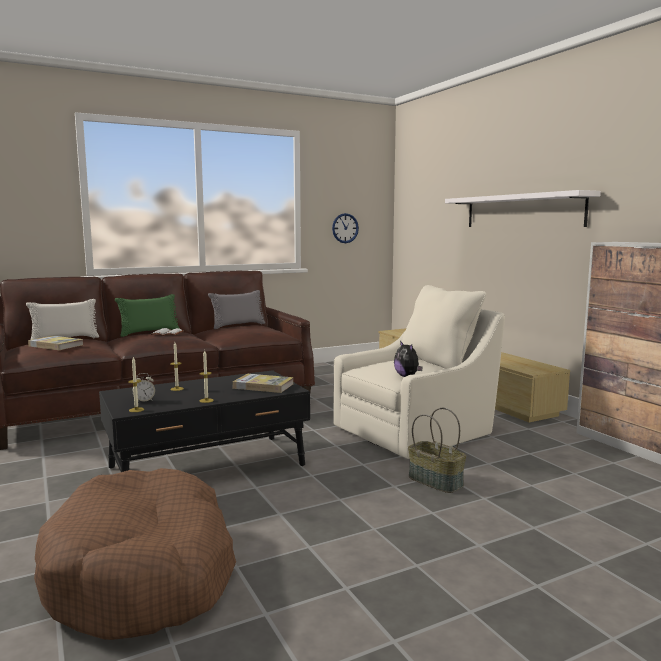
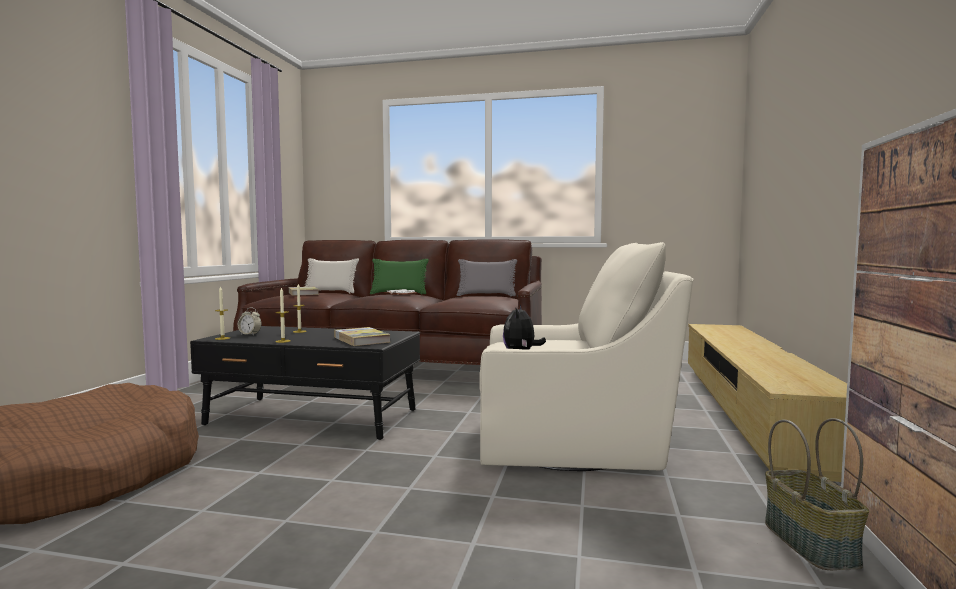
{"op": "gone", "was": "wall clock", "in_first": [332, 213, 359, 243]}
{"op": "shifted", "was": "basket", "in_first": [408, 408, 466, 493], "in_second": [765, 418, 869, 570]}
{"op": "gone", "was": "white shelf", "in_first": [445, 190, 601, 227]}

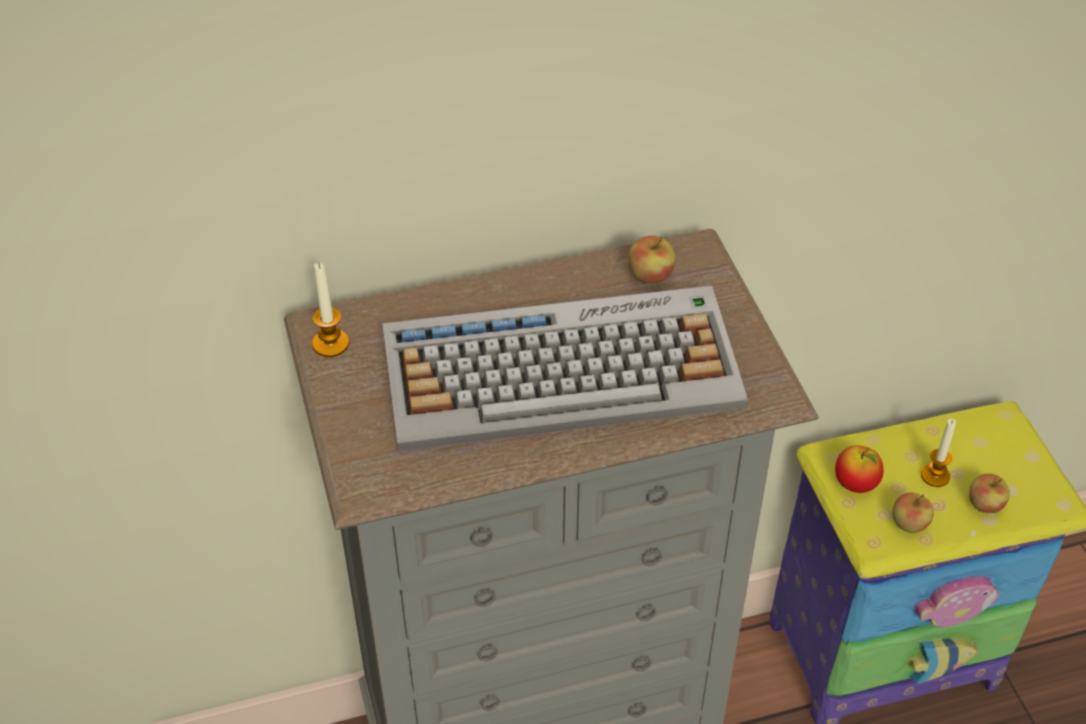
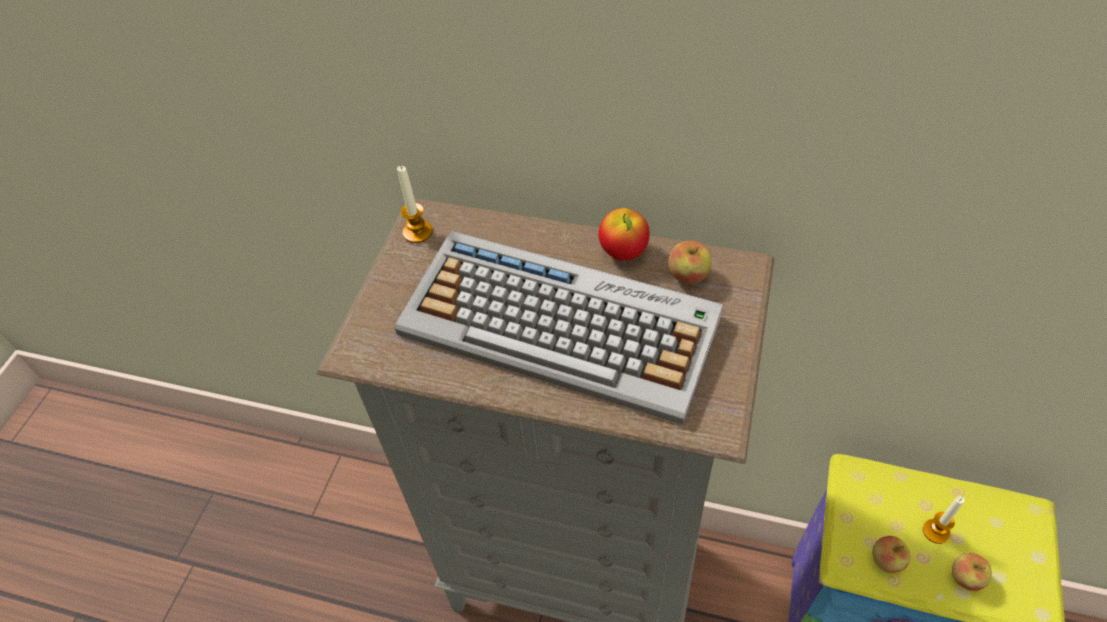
{"op": "shifted", "was": "apple", "in_first": [835, 445, 883, 493], "in_second": [598, 208, 650, 261]}

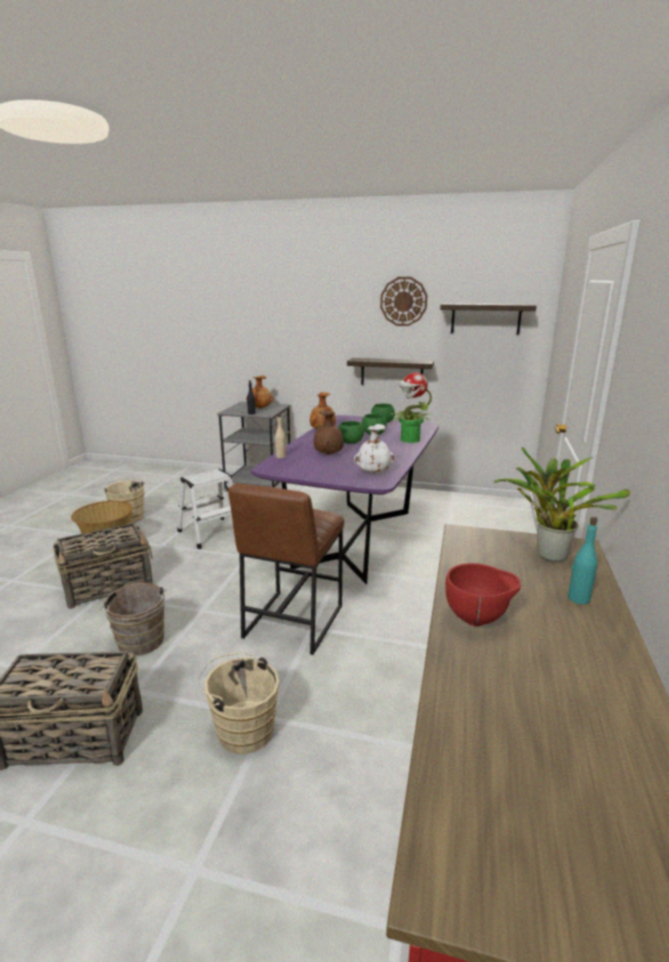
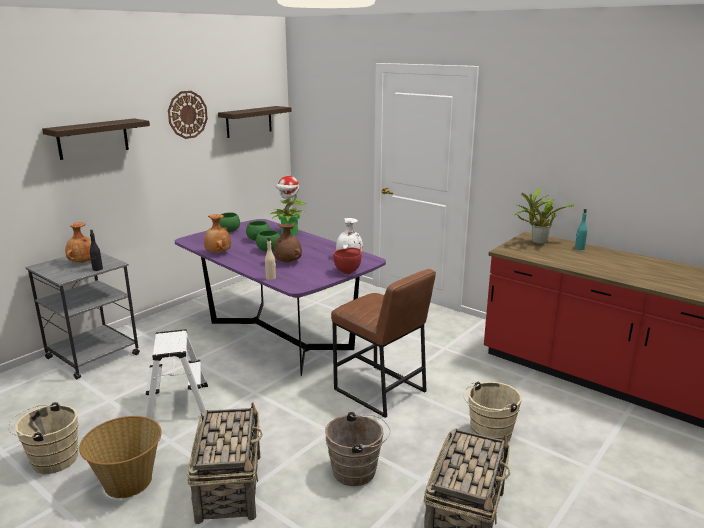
{"op": "shifted", "was": "shelf", "in_first": [347, 358, 434, 385], "in_second": [42, 118, 150, 160]}
{"op": "shifted", "was": "red bowl", "in_first": [445, 563, 521, 626], "in_second": [333, 247, 361, 274]}

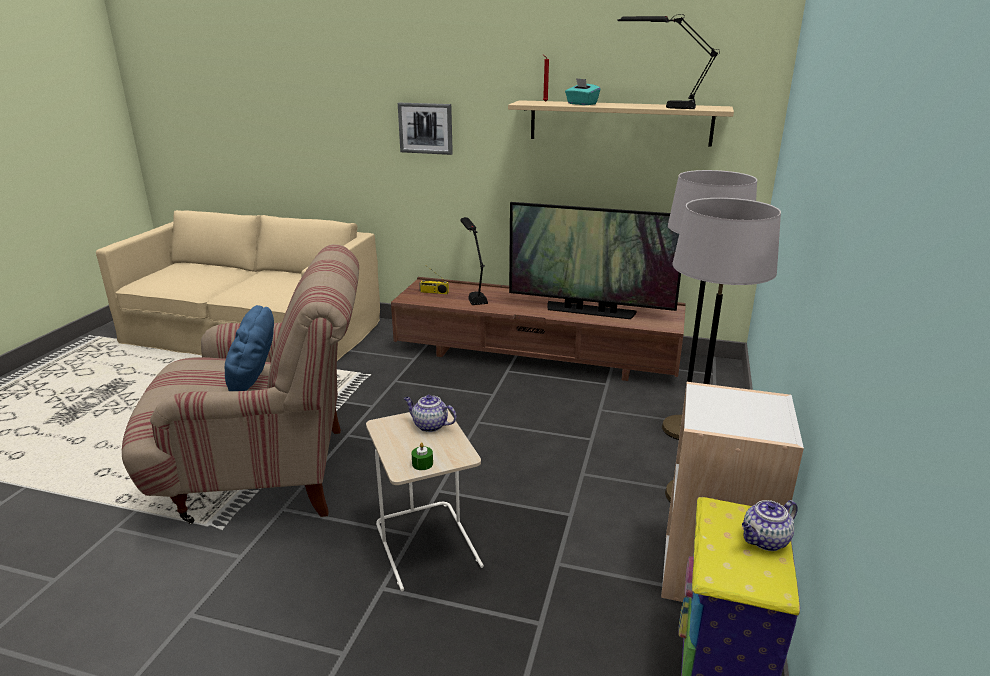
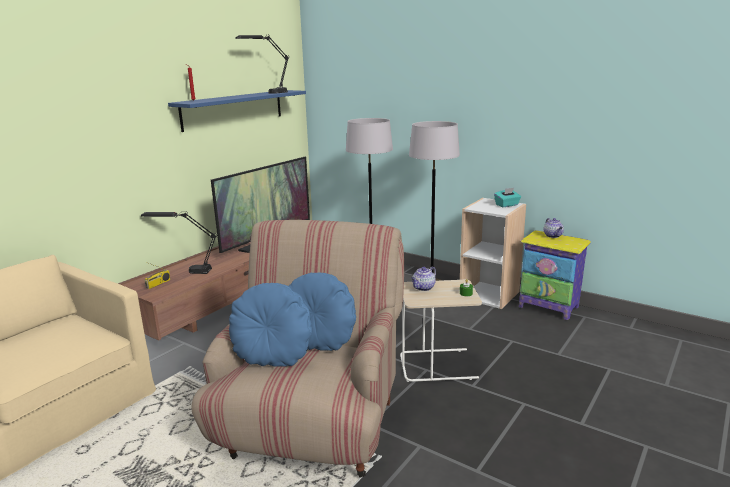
{"op": "gone", "was": "picture", "in_first": [398, 103, 453, 155]}
{"op": "repainted", "was": "beige shelf", "now": "blue shelf", "in_first": [508, 100, 734, 147], "in_second": [168, 90, 306, 132]}
{"op": "shifted", "was": "turquoise tissue box", "in_first": [565, 78, 601, 105], "in_second": [494, 188, 521, 207]}
{"op": "new", "now": "blue pillow", "in_second": [229, 283, 312, 367]}

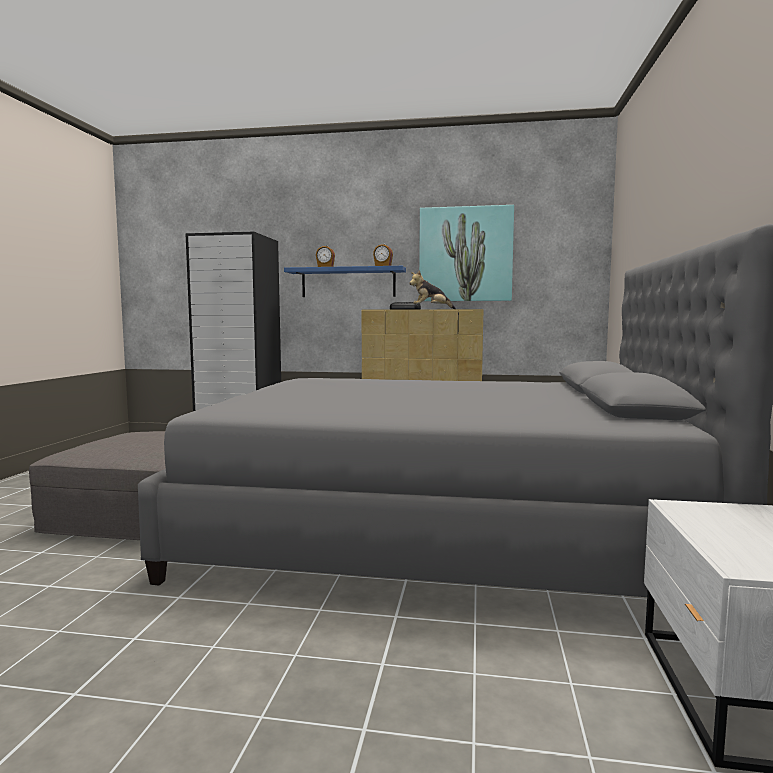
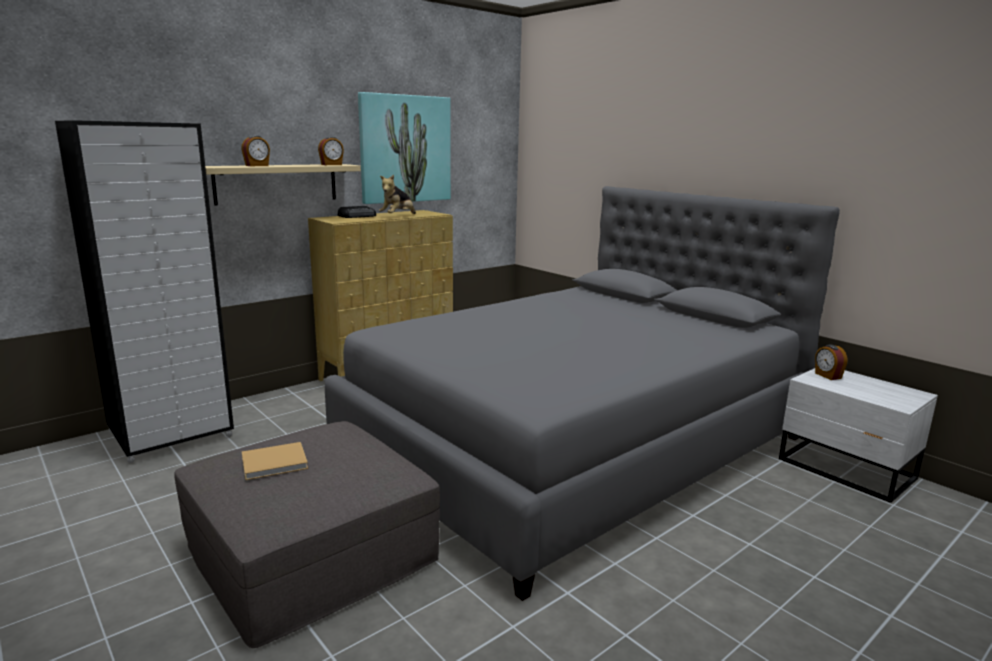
{"op": "repainted", "was": "blue shelf", "now": "beige shelf", "in_first": [284, 266, 406, 297], "in_second": [205, 164, 361, 205]}
{"op": "new", "now": "beige book", "in_second": [242, 442, 308, 480]}
{"op": "new", "now": "alarm clock", "in_second": [815, 345, 847, 380]}

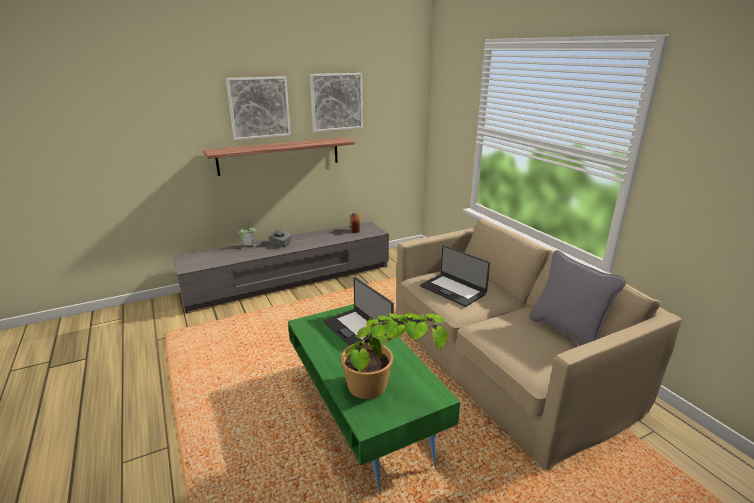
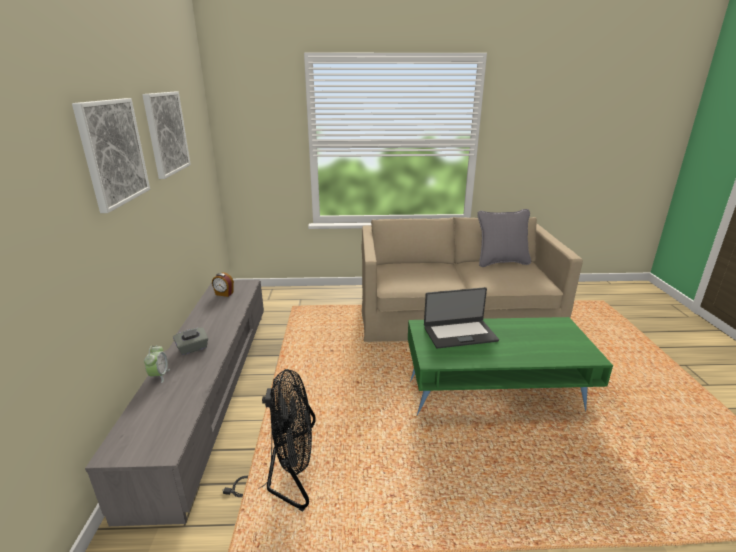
{"op": "gone", "was": "shelf", "in_first": [203, 137, 355, 176]}
{"op": "gone", "was": "potted plant", "in_first": [341, 313, 448, 399]}
{"op": "gone", "was": "laptop", "in_first": [420, 245, 490, 307]}
{"op": "new", "now": "black fan", "in_second": [223, 369, 316, 511]}

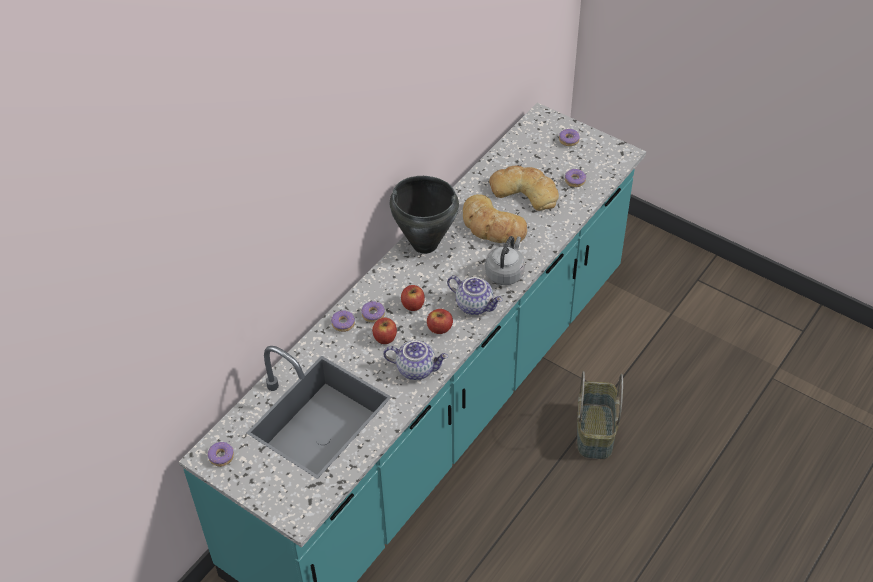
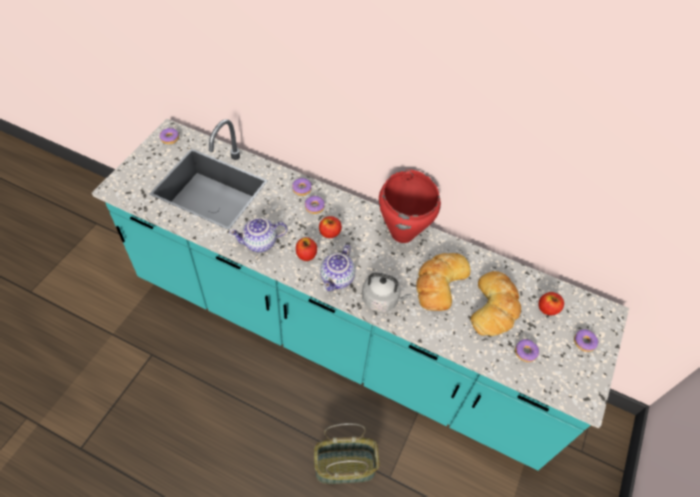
{"op": "shifted", "was": "apple", "in_first": [372, 318, 397, 344], "in_second": [538, 292, 564, 315]}
{"op": "rotated", "was": "teapot", "in_first": [383, 341, 448, 380], "in_second": [229, 218, 287, 252], "clockwise": 75}
{"op": "repainted", "was": "black cooking pot", "now": "red cooking pot", "in_first": [390, 176, 459, 254], "in_second": [379, 170, 441, 243]}

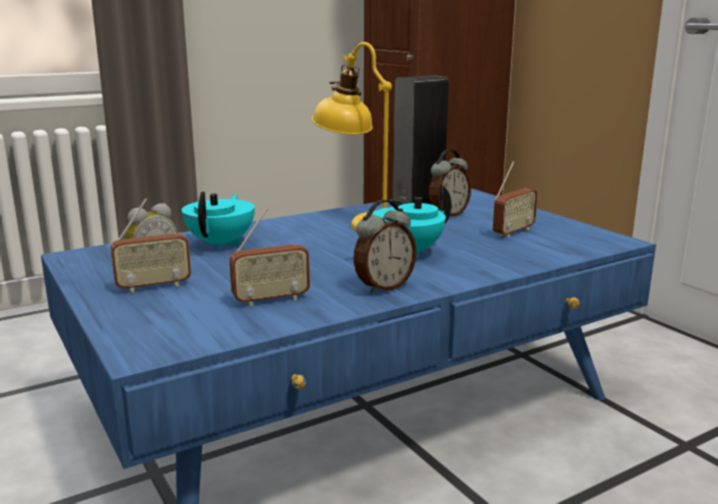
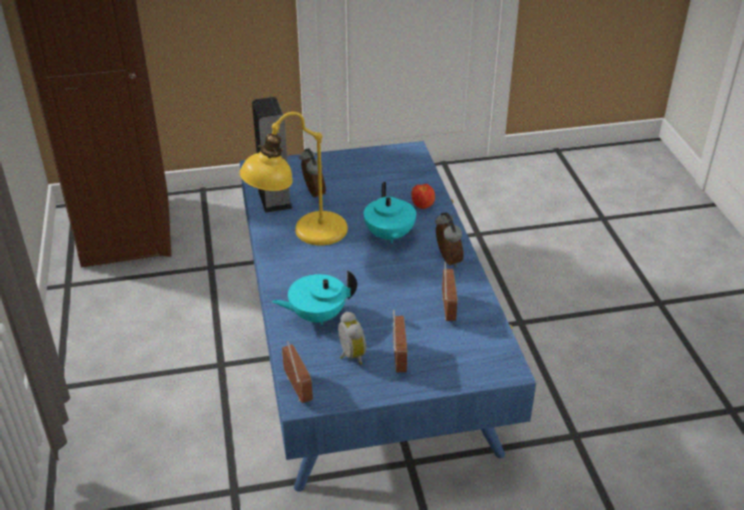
{"op": "rotated", "was": "turquoise teapot", "in_first": [182, 192, 255, 249], "in_second": [272, 271, 357, 325], "clockwise": -45}
{"op": "shifted", "was": "radio", "in_first": [493, 161, 538, 238], "in_second": [282, 341, 313, 403]}
{"op": "new", "now": "apple", "in_second": [411, 184, 435, 209]}

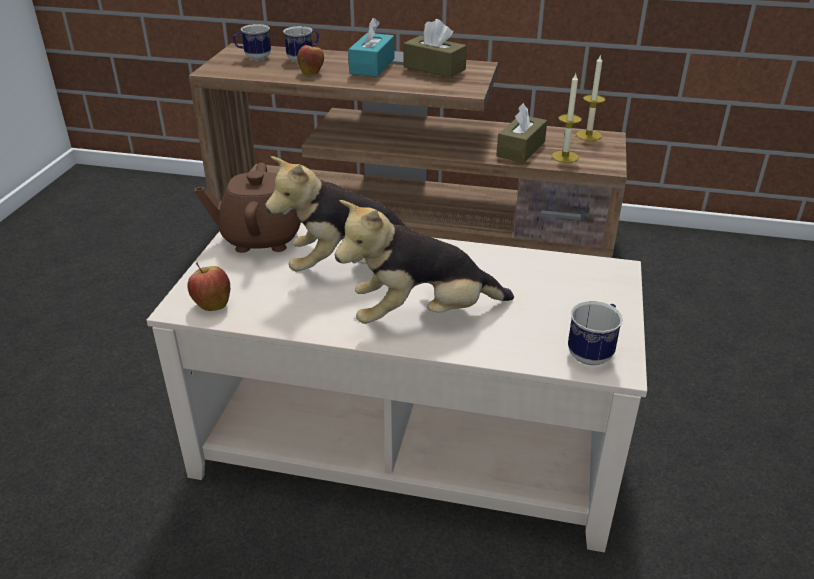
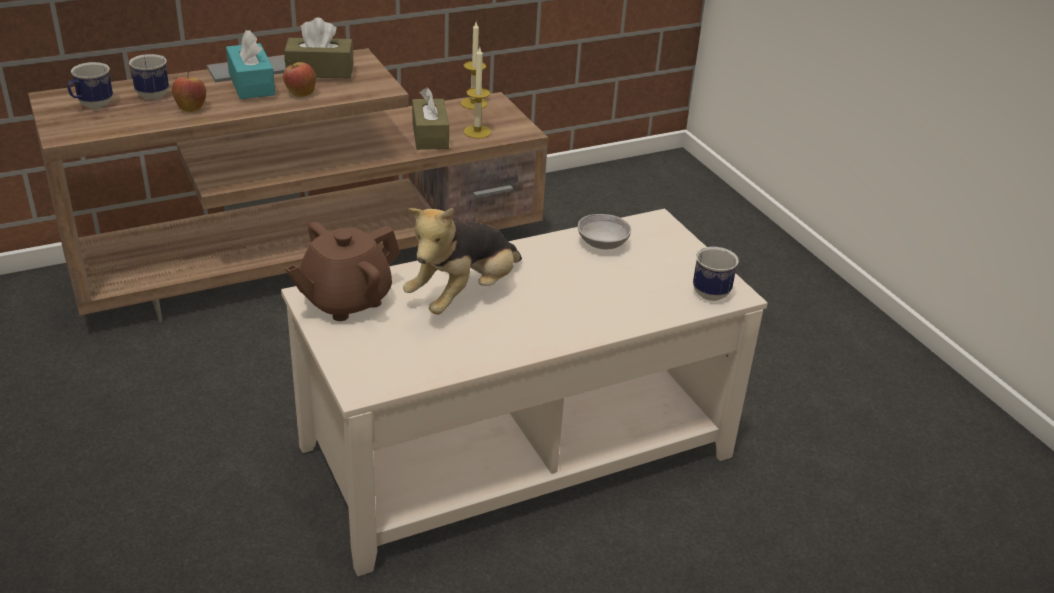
{"op": "shifted", "was": "apple", "in_first": [187, 262, 230, 311], "in_second": [283, 61, 316, 97]}
{"op": "gone", "was": "plush toy", "in_first": [335, 200, 514, 324]}
{"op": "new", "now": "grey bowl", "in_second": [578, 214, 631, 250]}

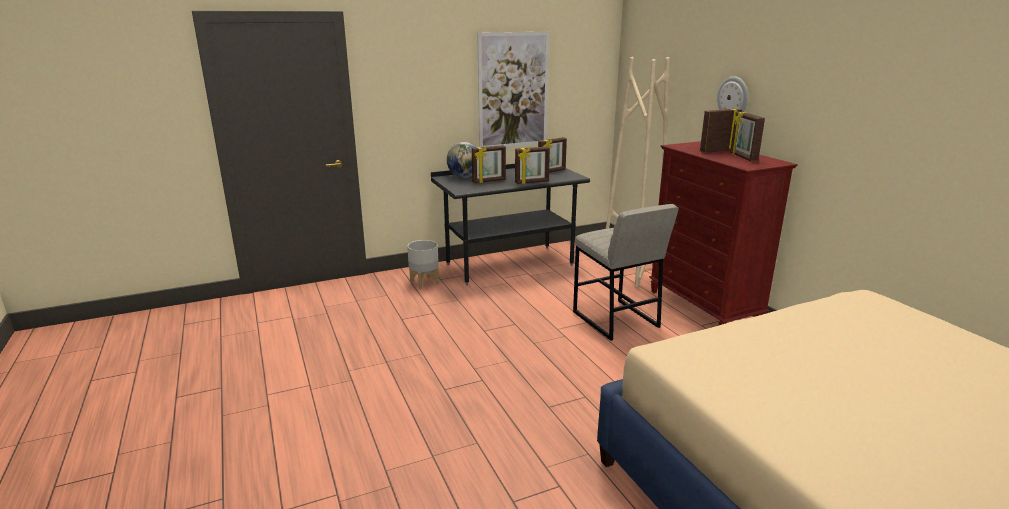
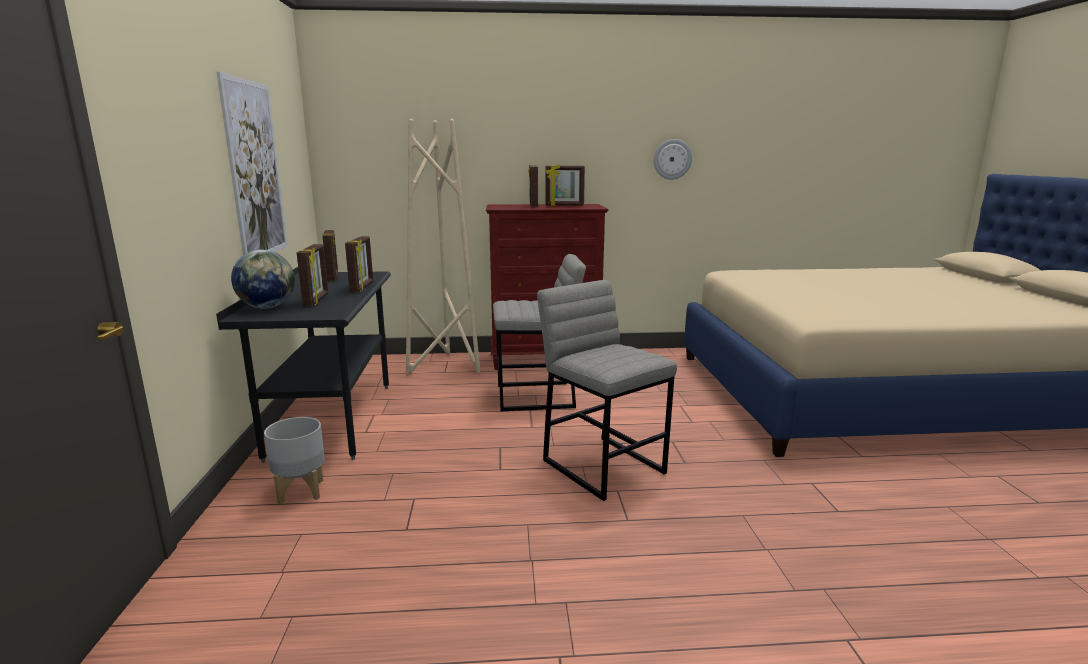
{"op": "shifted", "was": "wall clock", "in_first": [717, 76, 748, 112], "in_second": [654, 139, 692, 180]}
{"op": "new", "now": "grey chair", "in_second": [537, 280, 677, 501]}

